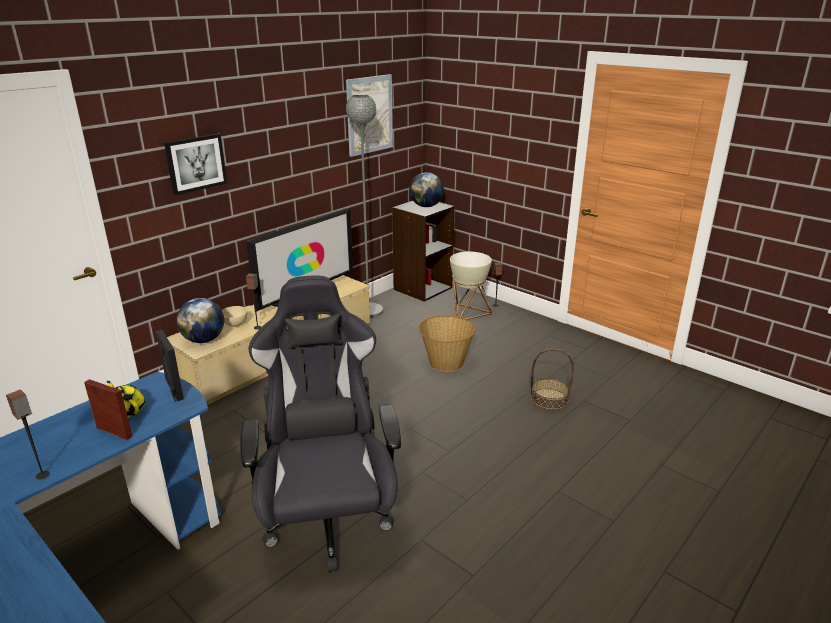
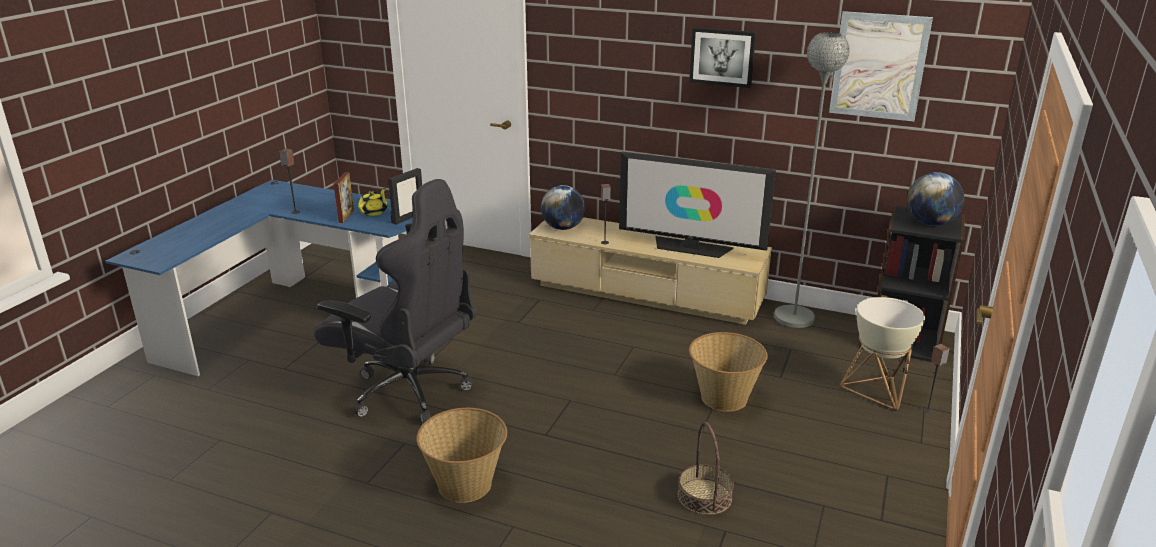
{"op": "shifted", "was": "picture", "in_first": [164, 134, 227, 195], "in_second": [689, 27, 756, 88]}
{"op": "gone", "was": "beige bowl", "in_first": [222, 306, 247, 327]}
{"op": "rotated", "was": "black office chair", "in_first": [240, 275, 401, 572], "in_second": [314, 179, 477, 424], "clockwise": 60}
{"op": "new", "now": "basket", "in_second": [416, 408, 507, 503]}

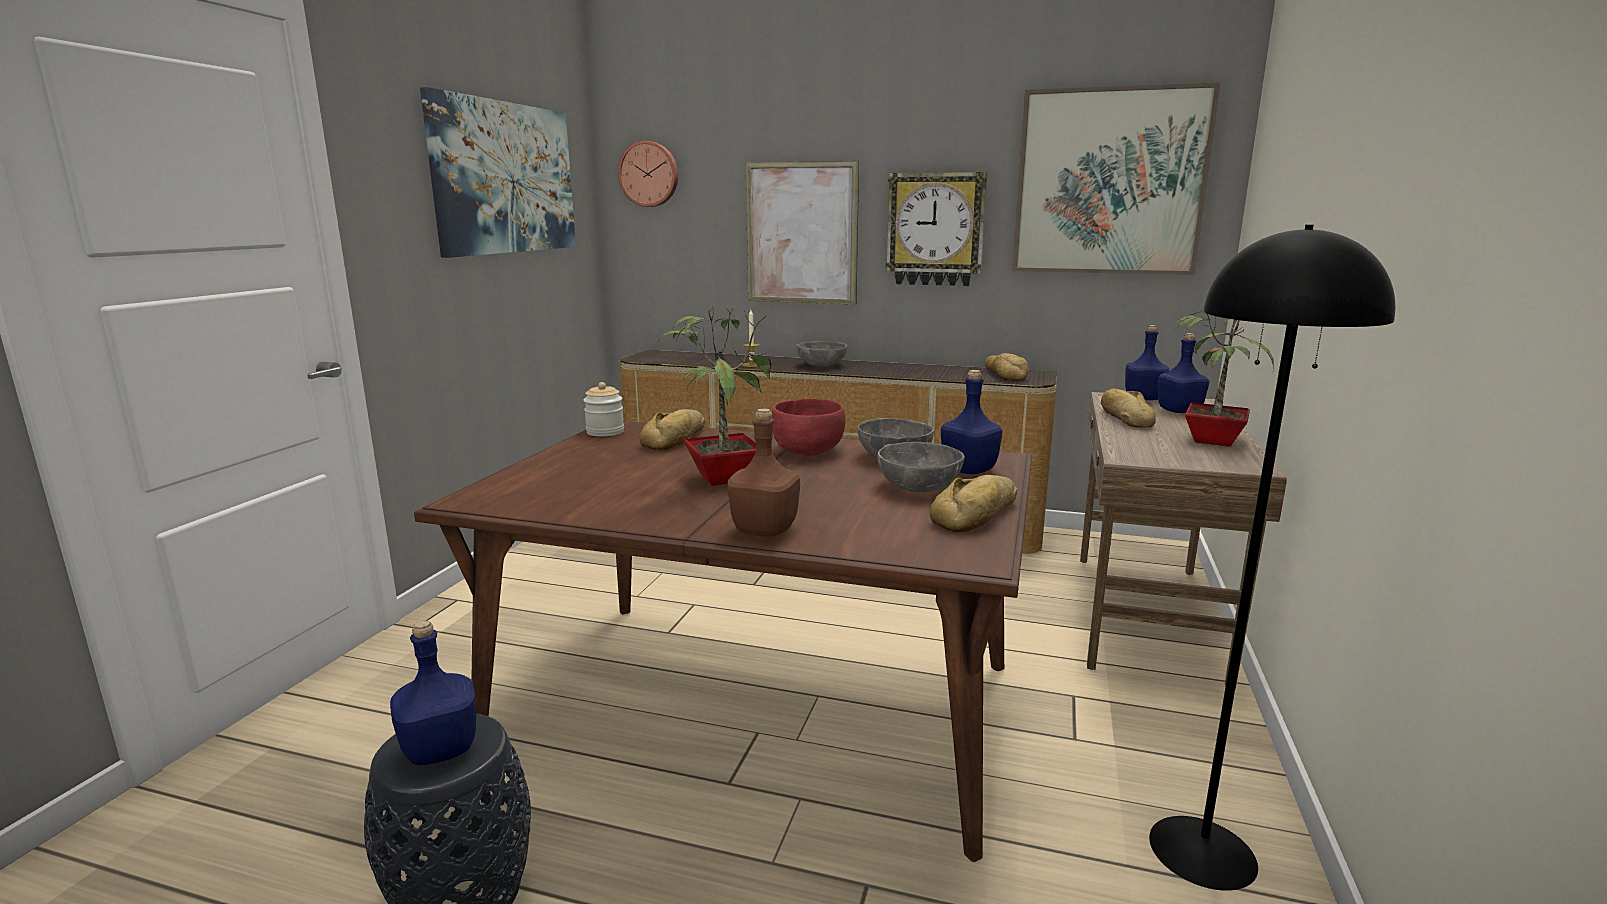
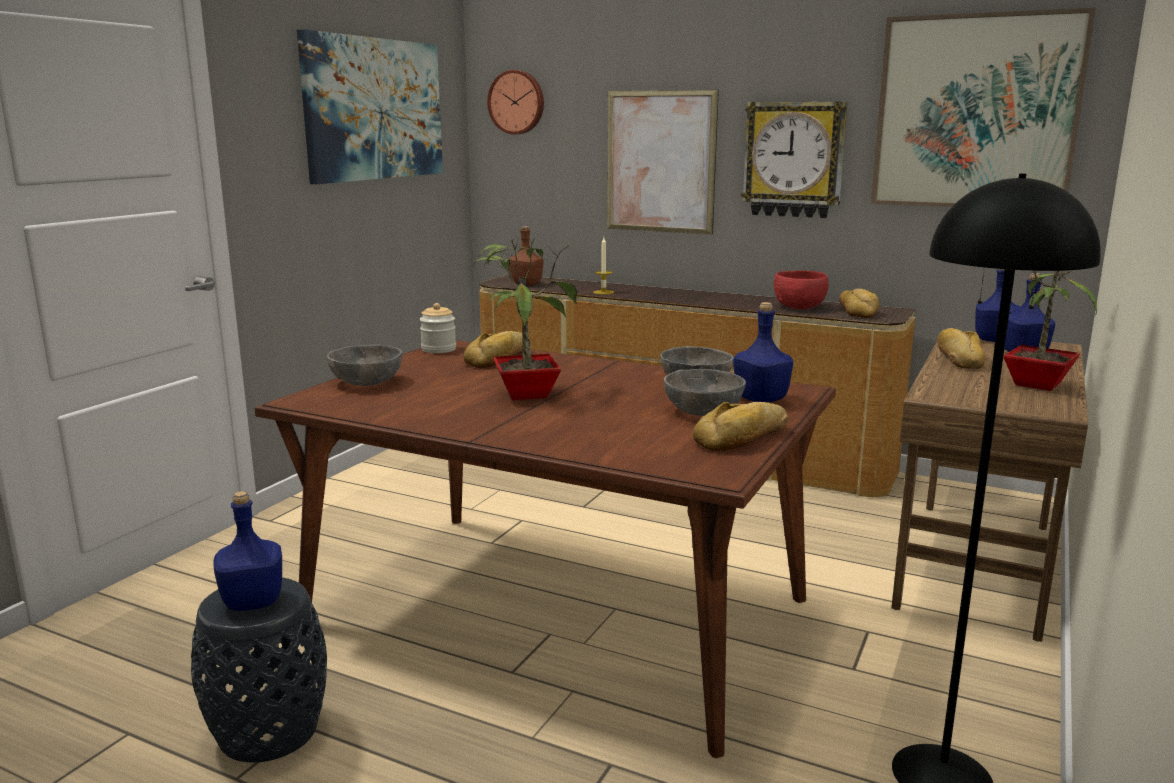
{"op": "shifted", "was": "brown bottle", "in_first": [728, 408, 800, 537], "in_second": [509, 225, 543, 286]}
{"op": "shifted", "was": "red bowl", "in_first": [772, 398, 845, 456], "in_second": [774, 270, 829, 309]}
{"op": "shifted", "was": "grey bowl", "in_first": [797, 341, 847, 367], "in_second": [327, 345, 402, 386]}

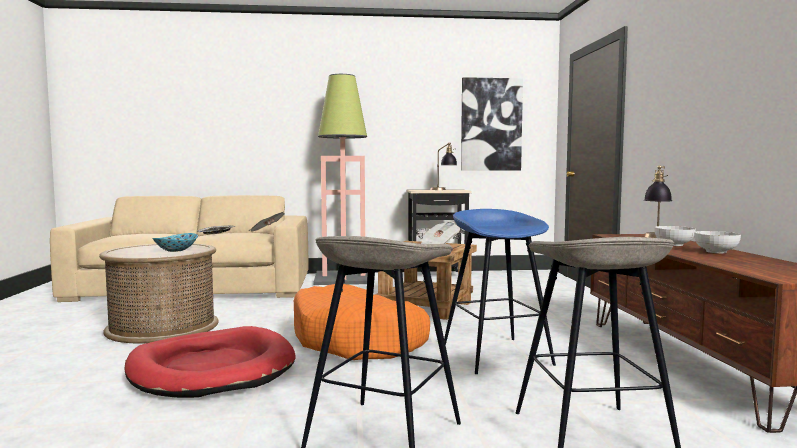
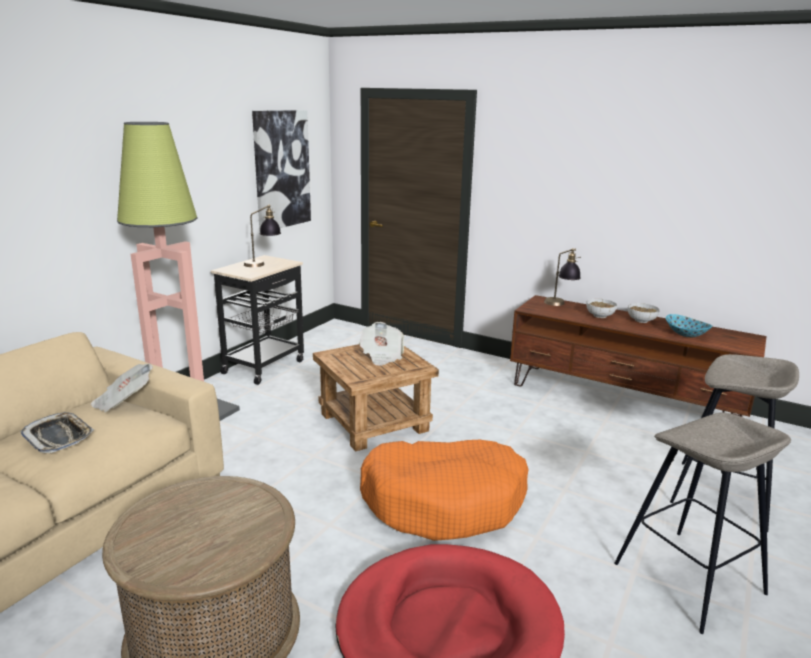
{"op": "shifted", "was": "bowl", "in_first": [152, 233, 198, 252], "in_second": [666, 314, 712, 337]}
{"op": "gone", "was": "blue stool", "in_first": [444, 209, 556, 374]}

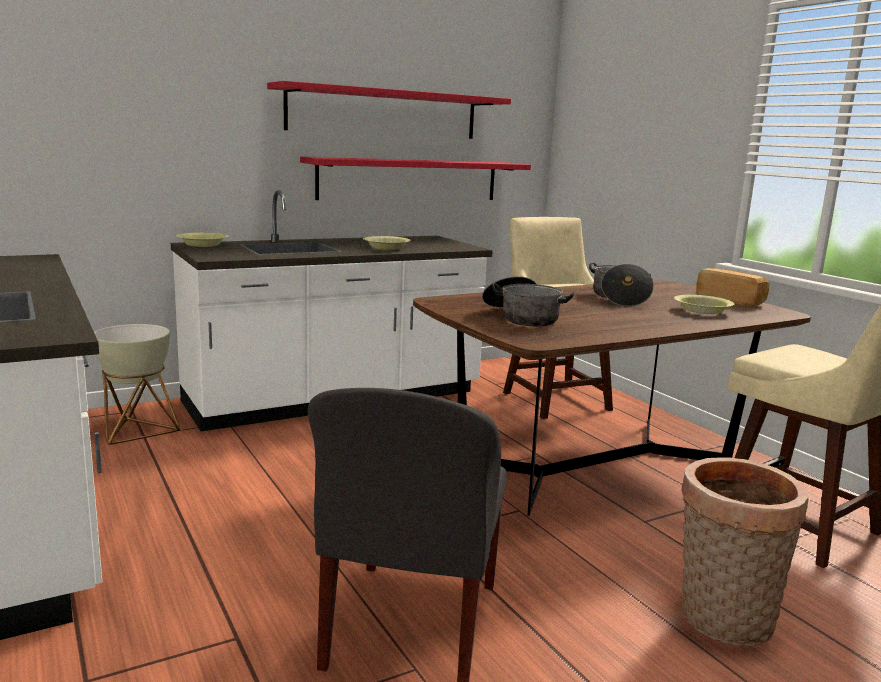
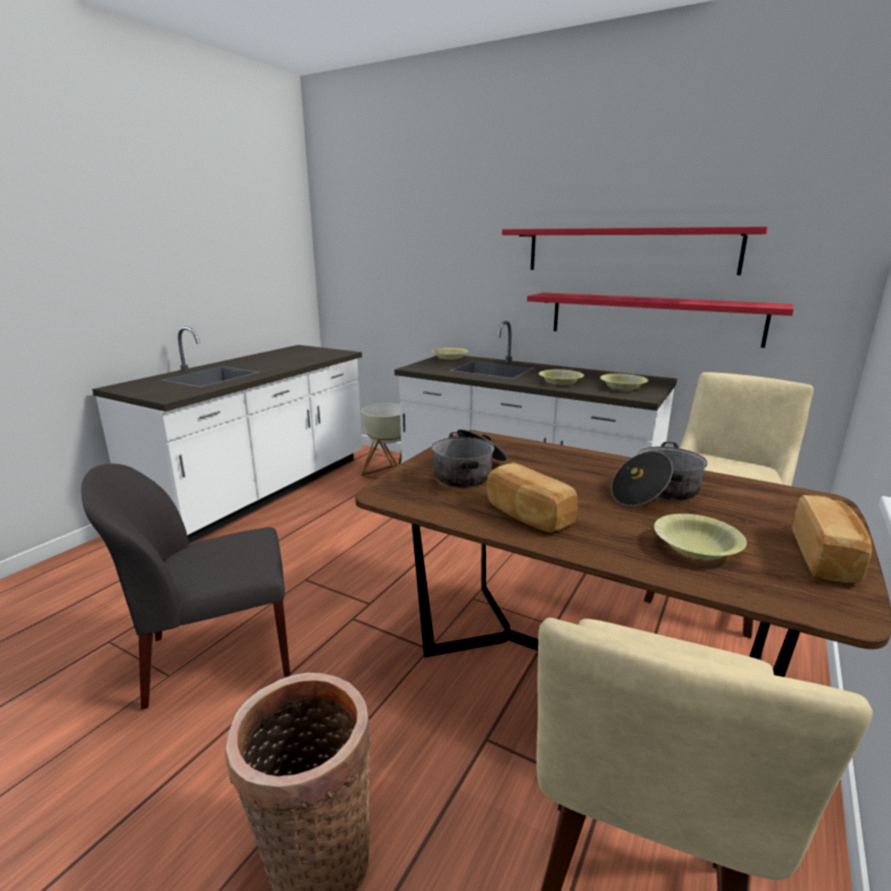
{"op": "new", "now": "bread", "in_second": [487, 462, 578, 532]}
{"op": "new", "now": "yellow bowl", "in_second": [600, 374, 648, 390]}

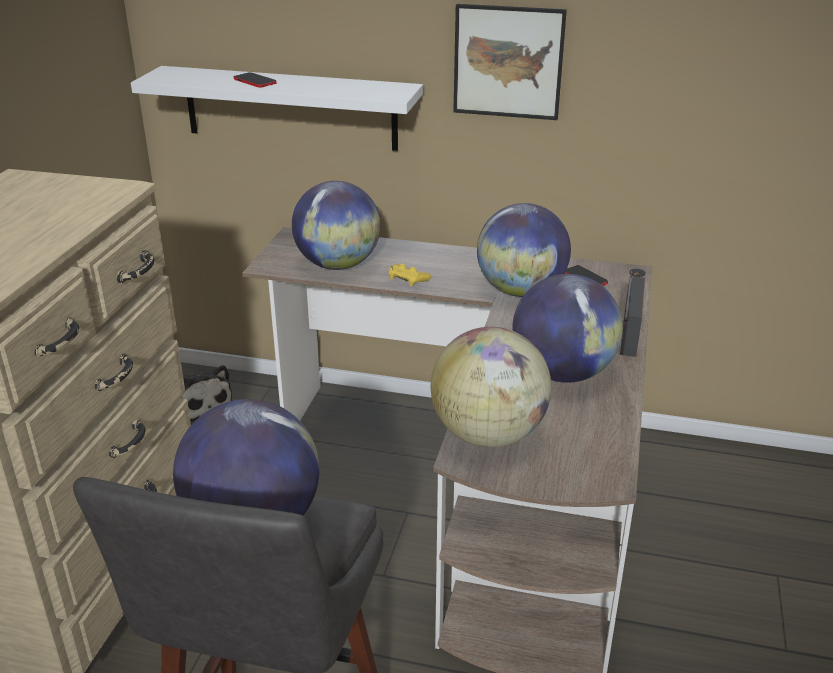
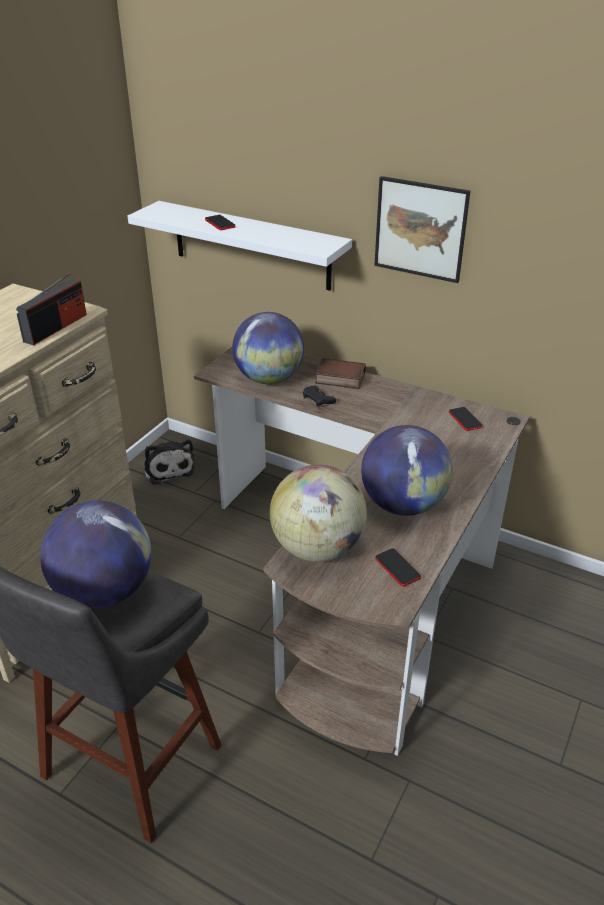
{"op": "repainted", "was": "yellow game controller", "now": "black game controller", "in_first": [389, 264, 431, 286], "in_second": [303, 386, 336, 407]}
{"op": "gone", "was": "globe", "in_first": [477, 203, 571, 297]}
{"op": "shifted", "was": "radio", "in_first": [620, 271, 645, 357], "in_second": [16, 273, 87, 345]}
{"op": "new", "now": "book", "in_second": [315, 358, 366, 389]}
{"op": "new", "now": "phone", "in_second": [375, 548, 421, 587]}

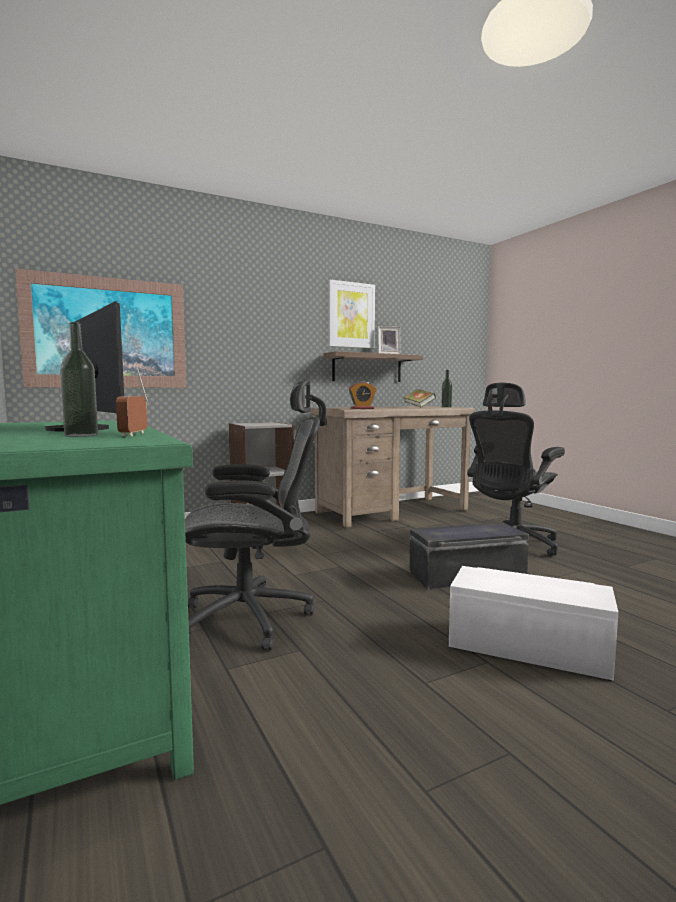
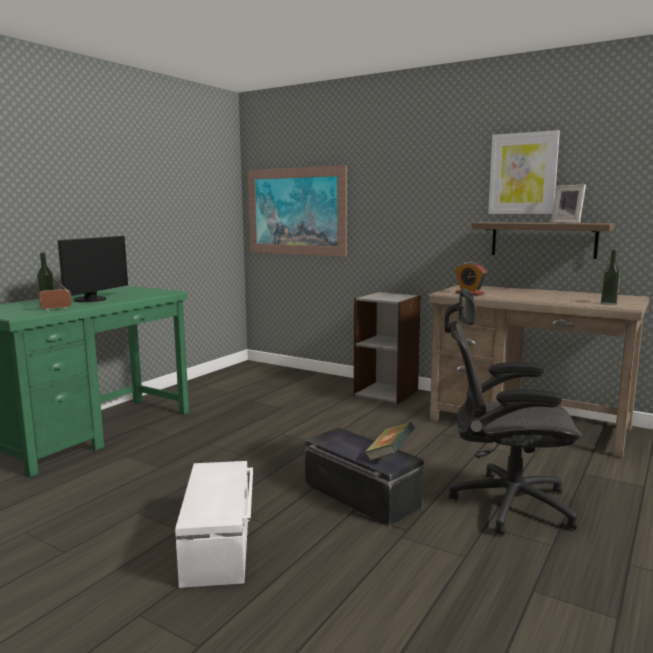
{"op": "gone", "was": "office chair", "in_first": [185, 378, 326, 650]}
{"op": "shifted", "was": "book", "in_first": [403, 389, 436, 408], "in_second": [364, 422, 415, 461]}

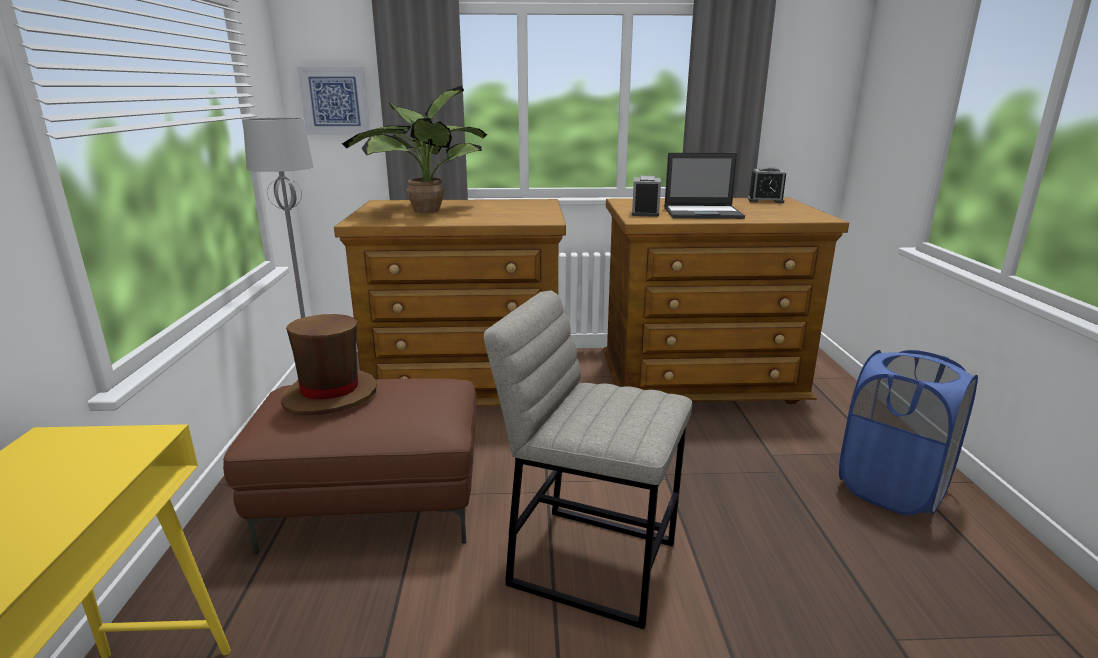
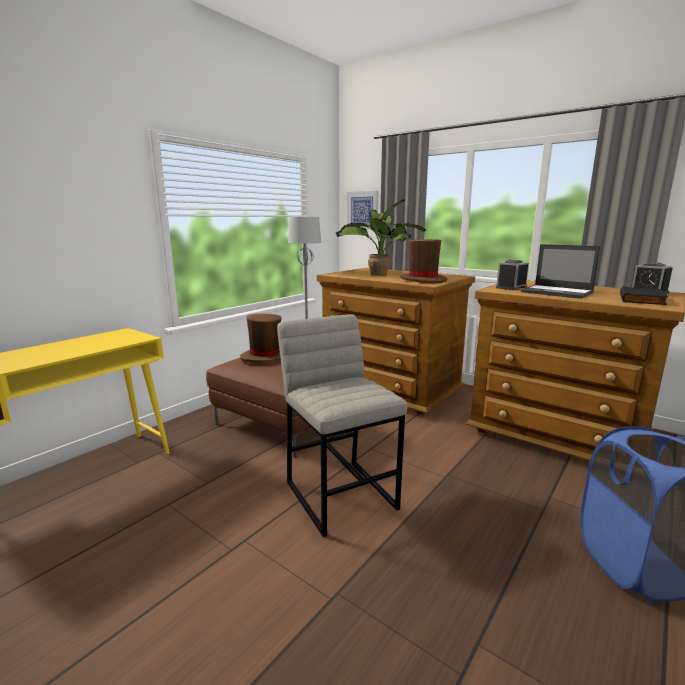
{"op": "new", "now": "brown hat", "in_second": [400, 239, 447, 283]}
{"op": "new", "now": "black book", "in_second": [620, 286, 668, 305]}

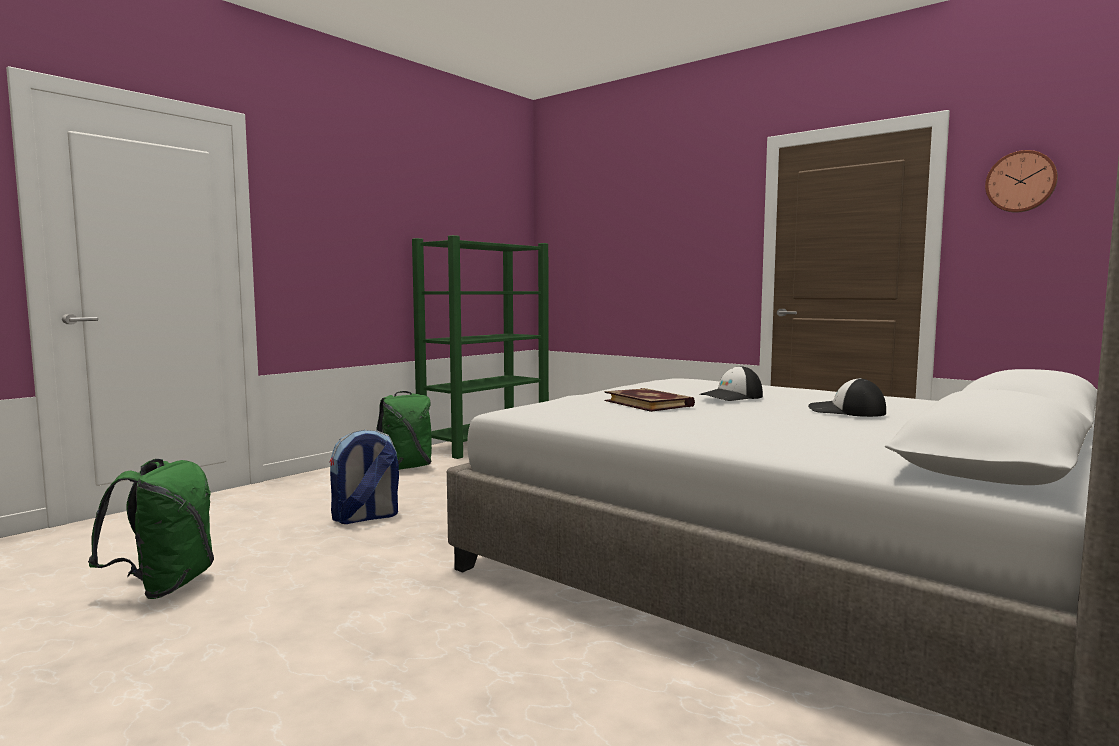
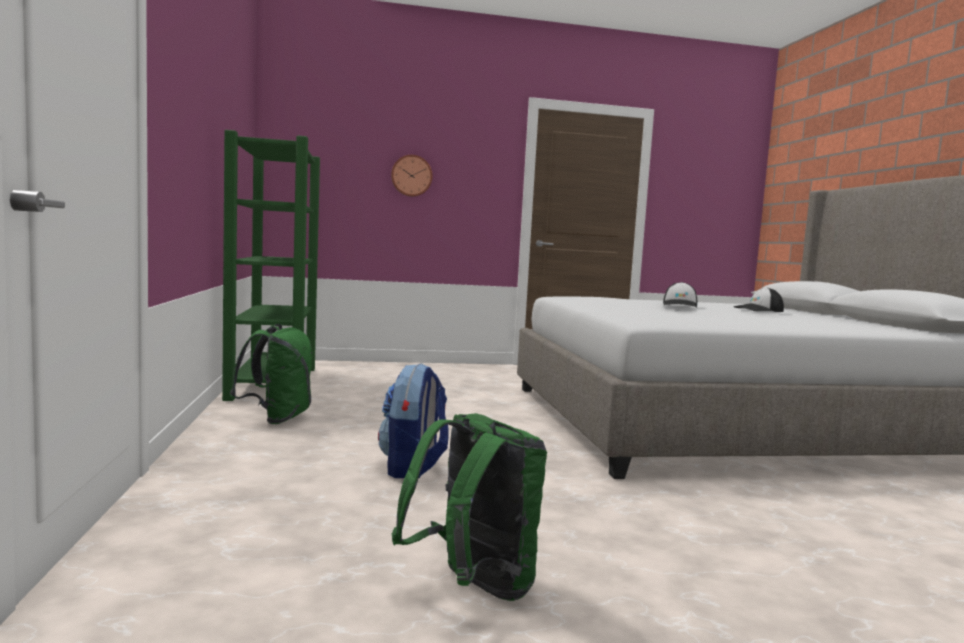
{"op": "gone", "was": "book", "in_first": [604, 388, 695, 412]}
{"op": "shifted", "was": "wall clock", "in_first": [985, 150, 1058, 213], "in_second": [391, 155, 432, 197]}

